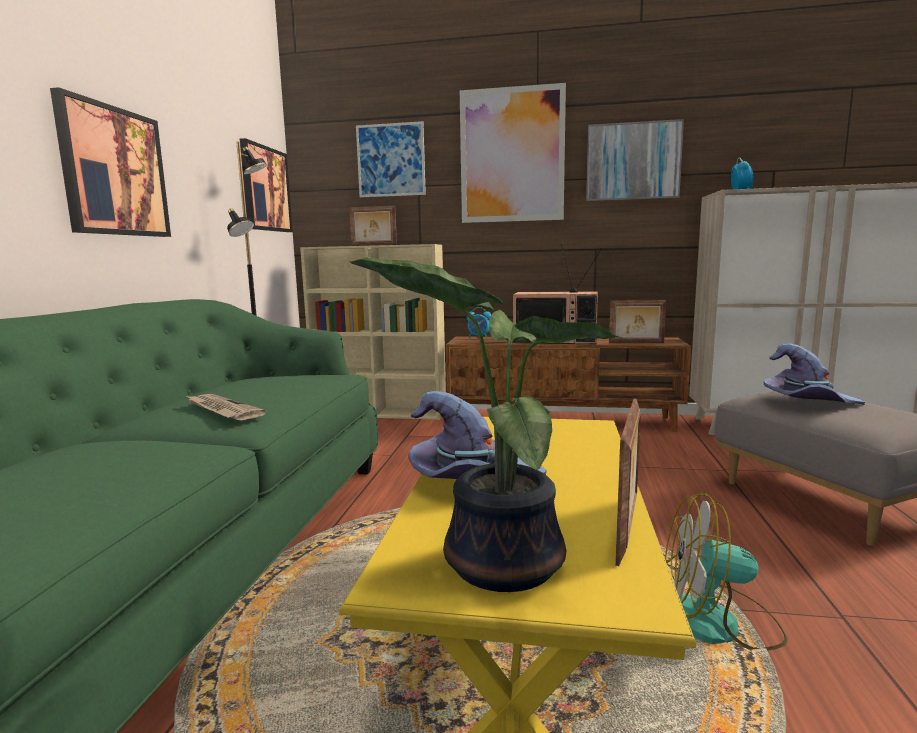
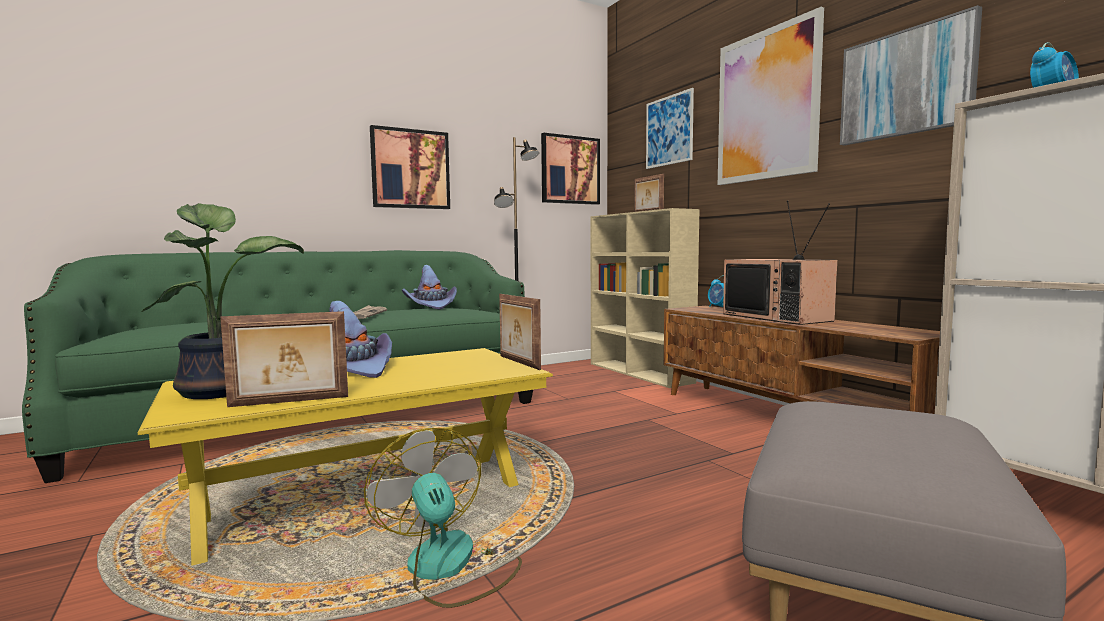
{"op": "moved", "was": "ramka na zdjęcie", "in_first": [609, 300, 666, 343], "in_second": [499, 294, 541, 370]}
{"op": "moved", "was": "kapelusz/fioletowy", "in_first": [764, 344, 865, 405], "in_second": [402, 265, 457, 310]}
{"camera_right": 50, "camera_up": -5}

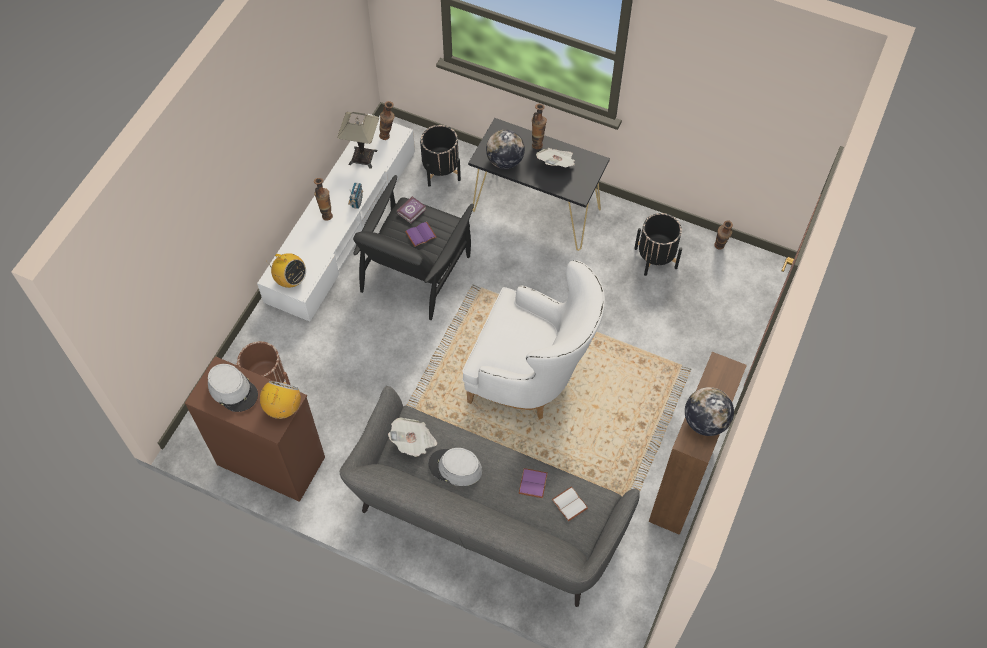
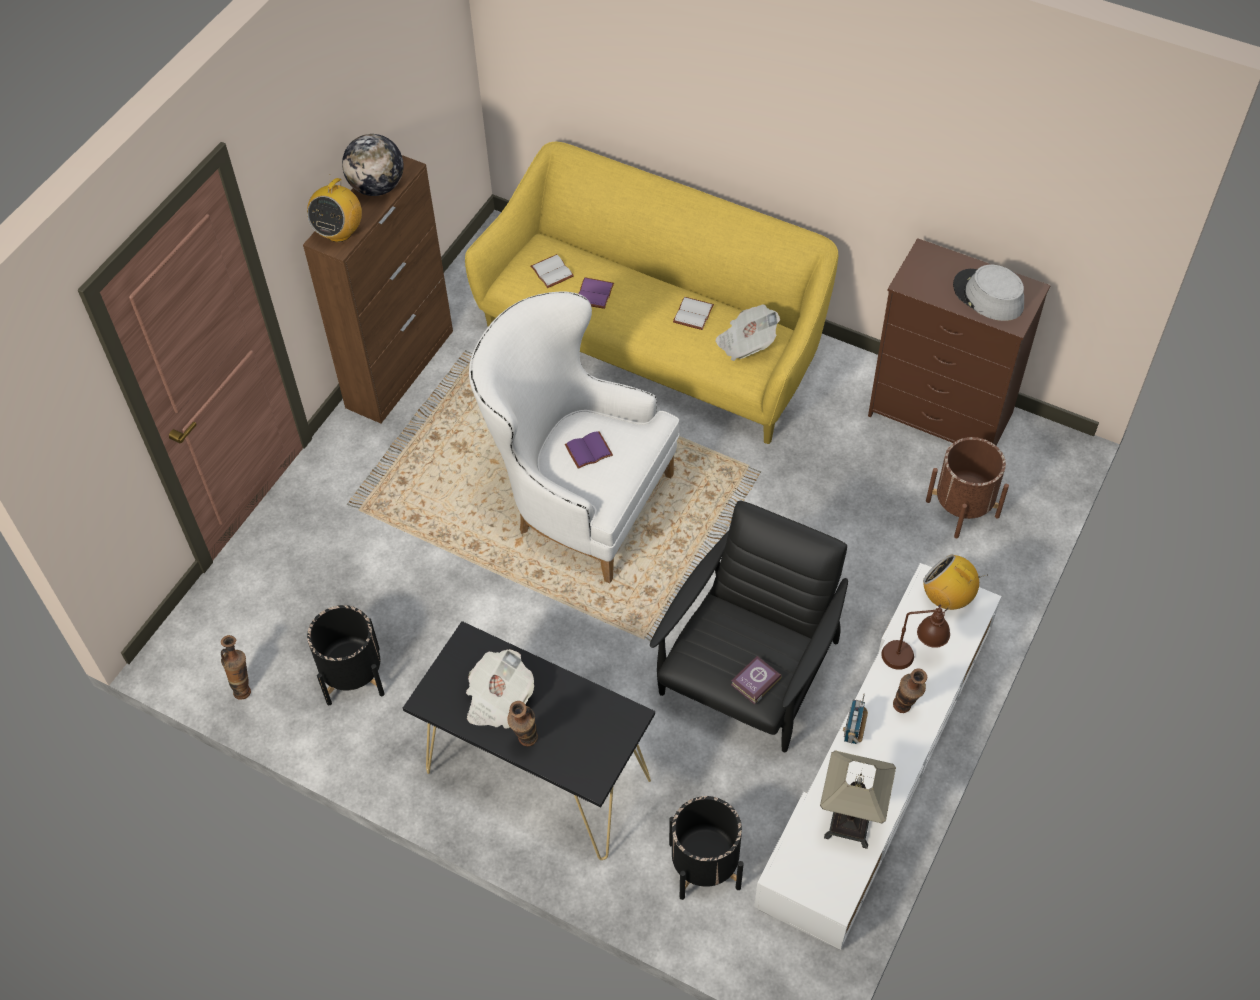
{"op": "removed", "was": "wazon", "in_first": [379, 101, 395, 140]}
{"op": "removed", "was": "globus", "in_first": [486, 130, 525, 169]}
{"op": "added", "now": "lampa stołowa/brązowy", "in_second": [881, 604, 950, 670]}
{"op": "moved", "was": "radio", "in_first": [260, 381, 301, 419], "in_second": [307, 176, 362, 242]}
{"op": "moved", "was": "książka/fioletowy", "in_first": [405, 222, 436, 247], "in_second": [565, 431, 613, 469]}
{"op": "replaced", "was": "kapelusz/szary", "now": "książka/biały", "in_first": [428, 448, 482, 486], "in_second": [673, 297, 714, 330]}
{"op": "recoloured", "was": "kanapa/szary", "now": "kanapa/żółty", "in_first": [340, 386, 640, 607], "in_second": [465, 142, 838, 444]}
{"camera_right": -175, "camera_up": -5}

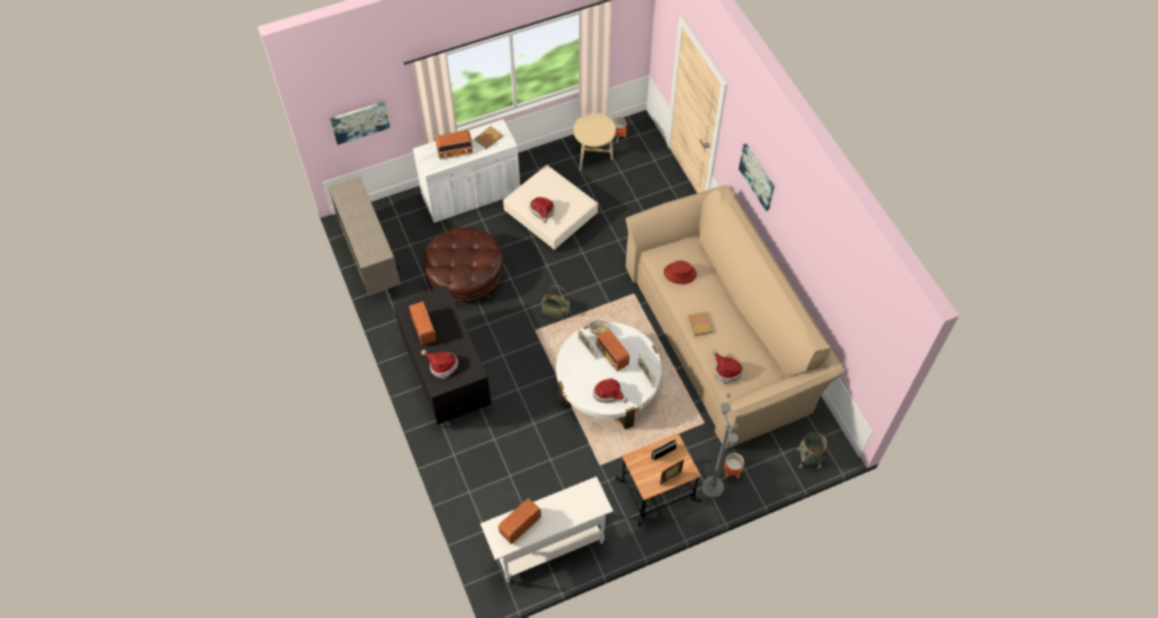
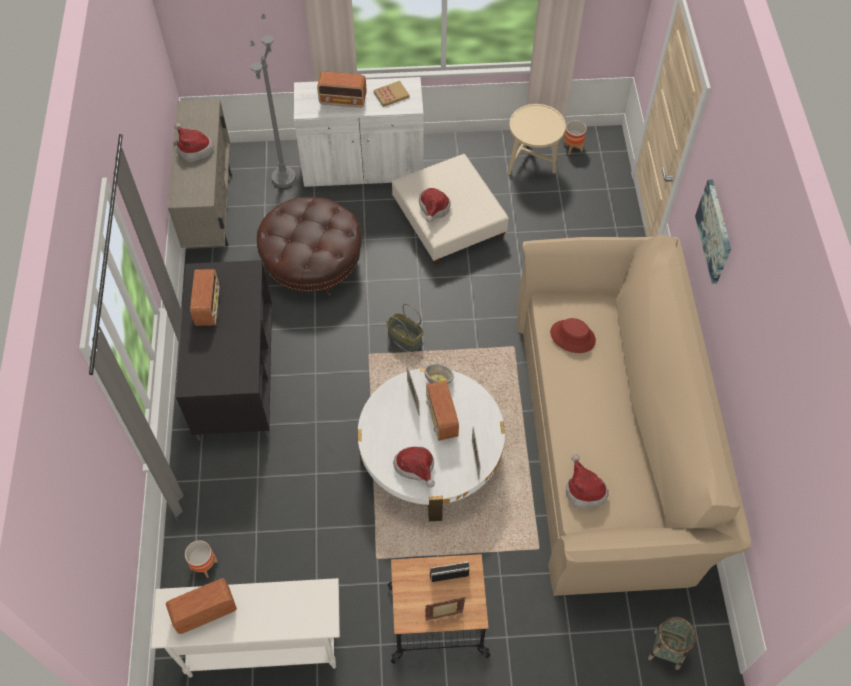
{"op": "removed", "was": "obraz", "in_first": [330, 101, 390, 145]}
{"op": "removed", "was": "książka", "in_first": [688, 312, 712, 336]}
{"op": "moved", "was": "kapelusz", "in_first": [421, 350, 458, 379], "in_second": [174, 123, 213, 163]}
{"op": "moved", "was": "lampa stojąca/szary", "in_first": [702, 393, 738, 498], "in_second": [250, 13, 296, 188]}
{"op": "moved", "was": "donica", "in_first": [724, 453, 744, 479], "in_second": [185, 540, 218, 578]}
{"camera_right": 20, "camera_up": 0}

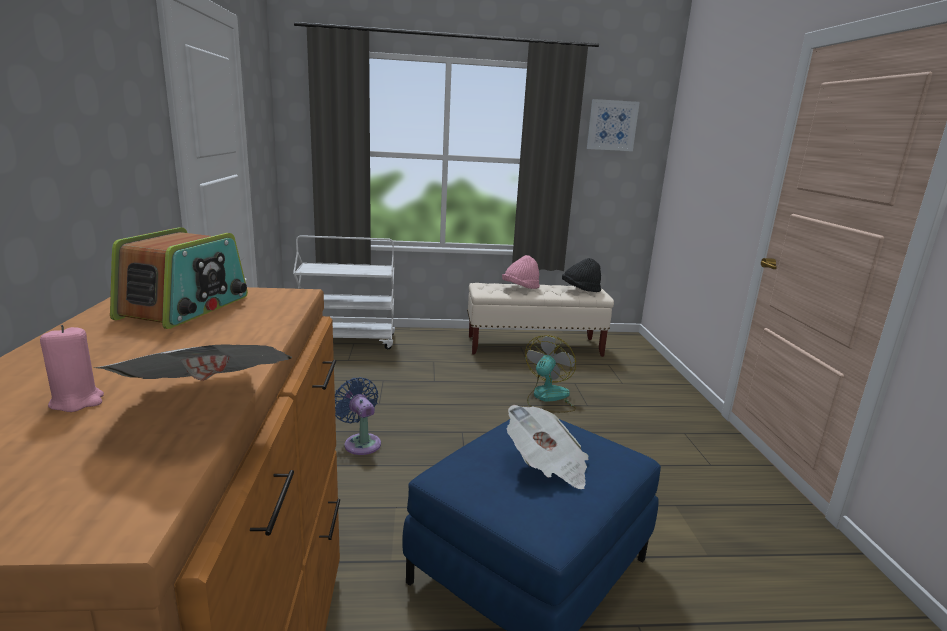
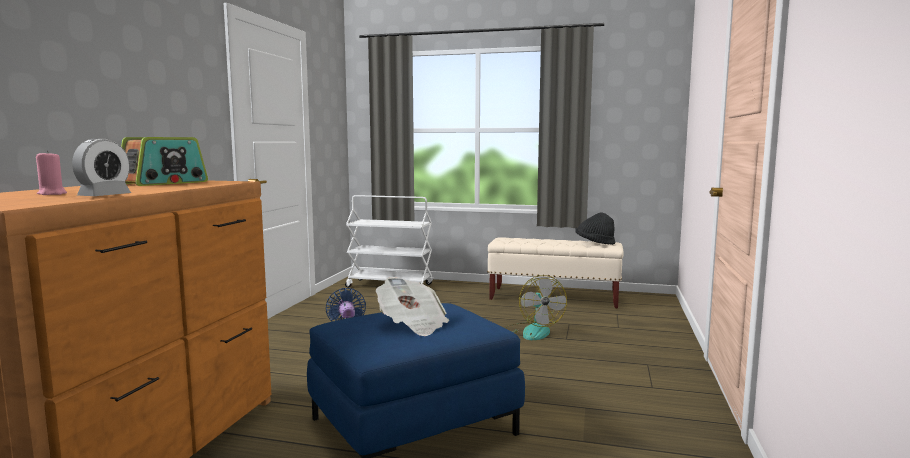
{"op": "removed", "was": "kapelusz/różowy", "in_first": [502, 255, 540, 289]}
{"op": "removed", "was": "obraz", "in_first": [587, 99, 640, 151]}
{"op": "replaced", "was": "gazeta", "now": "budzik", "in_first": [95, 344, 292, 381], "in_second": [72, 138, 131, 196]}
{"op": "turned", "was": "wentylator", "in_first": [525, 335, 576, 413], "in_second": [505, 275, 567, 340], "clockwise": 120}
{"camera_right": 20, "camera_up": -10}

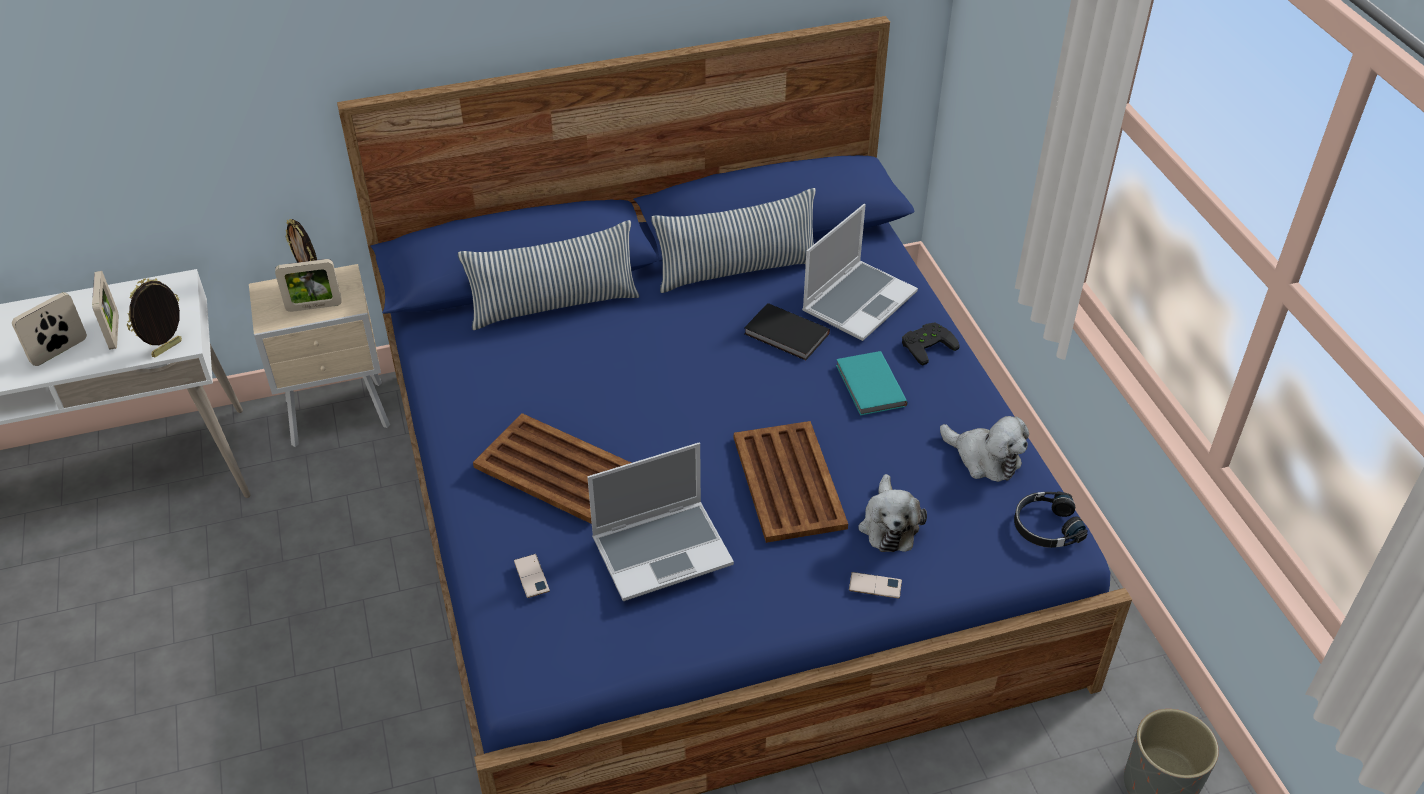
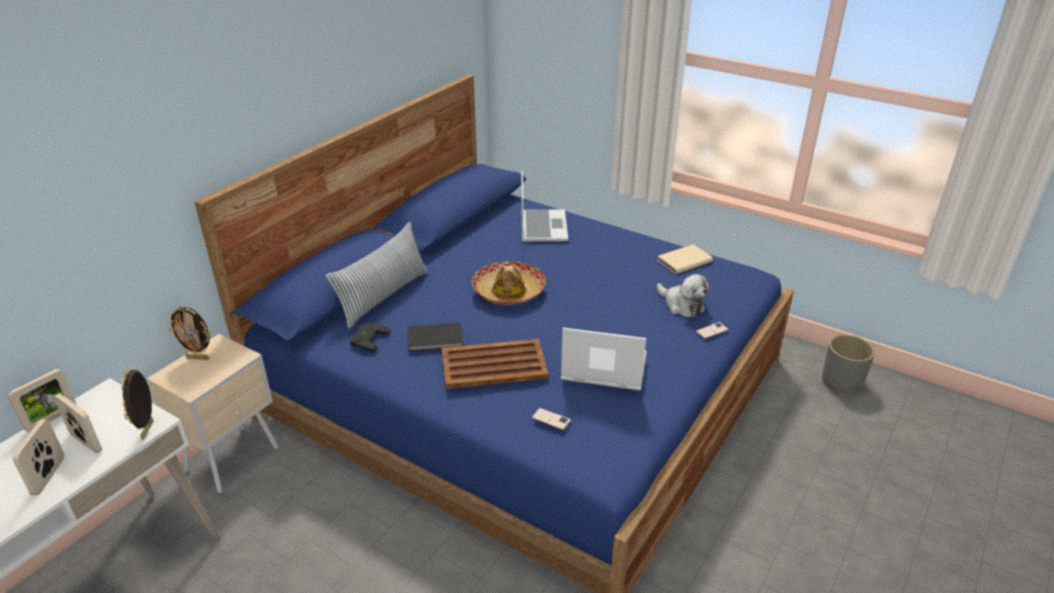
{"op": "removed", "was": "poduszka", "in_first": [651, 188, 816, 293]}
{"op": "removed", "was": "taca/brązowy", "in_first": [734, 421, 848, 543]}
{"op": "removed", "was": "książka/turkusowy", "in_first": [836, 351, 908, 416]}
{"op": "removed", "was": "słuchawki/czarny", "in_first": [1014, 491, 1088, 548]}
{"op": "added", "now": "kapelusz", "in_second": [471, 261, 546, 305]}
{"op": "moved", "was": "ramka na zdjęcie", "in_first": [275, 259, 342, 312], "in_second": [8, 369, 77, 433]}
{"op": "moved", "was": "książka/czarny", "in_first": [744, 303, 830, 360], "in_second": [408, 323, 463, 352]}
{"op": "moved", "was": "pad do gier/czarny", "in_first": [902, 322, 960, 365], "in_second": [350, 323, 390, 352]}
{"op": "replaced", "was": "pluszak", "now": "książka/beżowy", "in_first": [940, 416, 1029, 482], "in_second": [657, 244, 713, 274]}
{"op": "turned", "was": "laptop", "in_first": [587, 443, 734, 601], "in_second": [561, 328, 647, 390], "clockwise": -105}
{"camera_right": -40, "camera_up": -10}

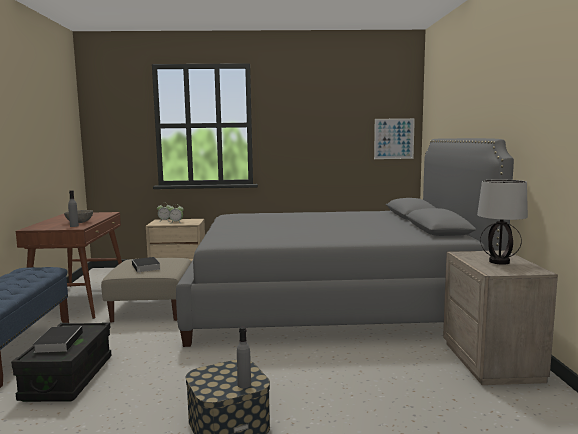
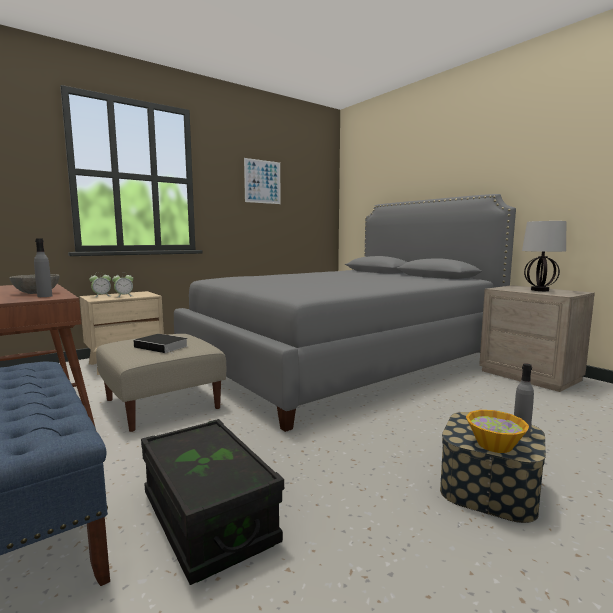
{"op": "removed", "was": "książka", "in_first": [33, 326, 83, 353]}
{"op": "added", "now": "miska", "in_second": [466, 410, 529, 453]}
{"op": "moved", "was": "obraz", "in_first": [374, 118, 415, 159], "in_second": [244, 158, 281, 204]}
{"camera_right": -35, "camera_up": 0}

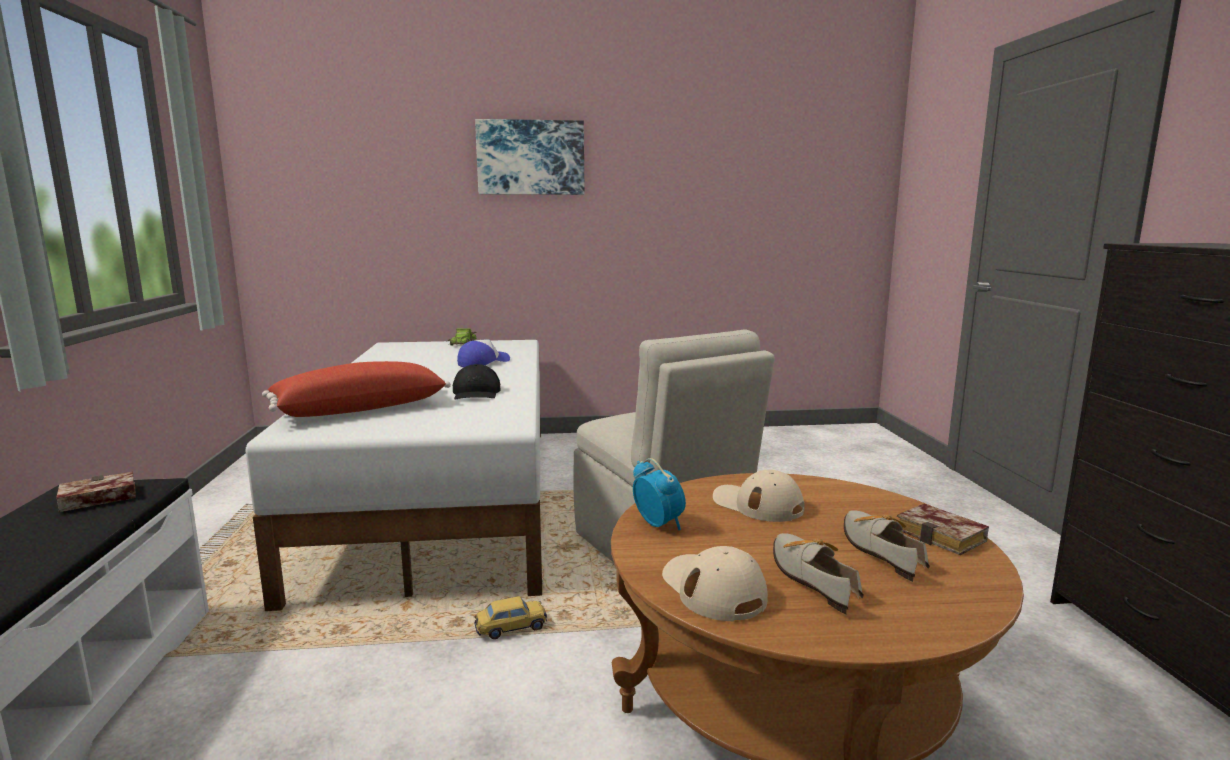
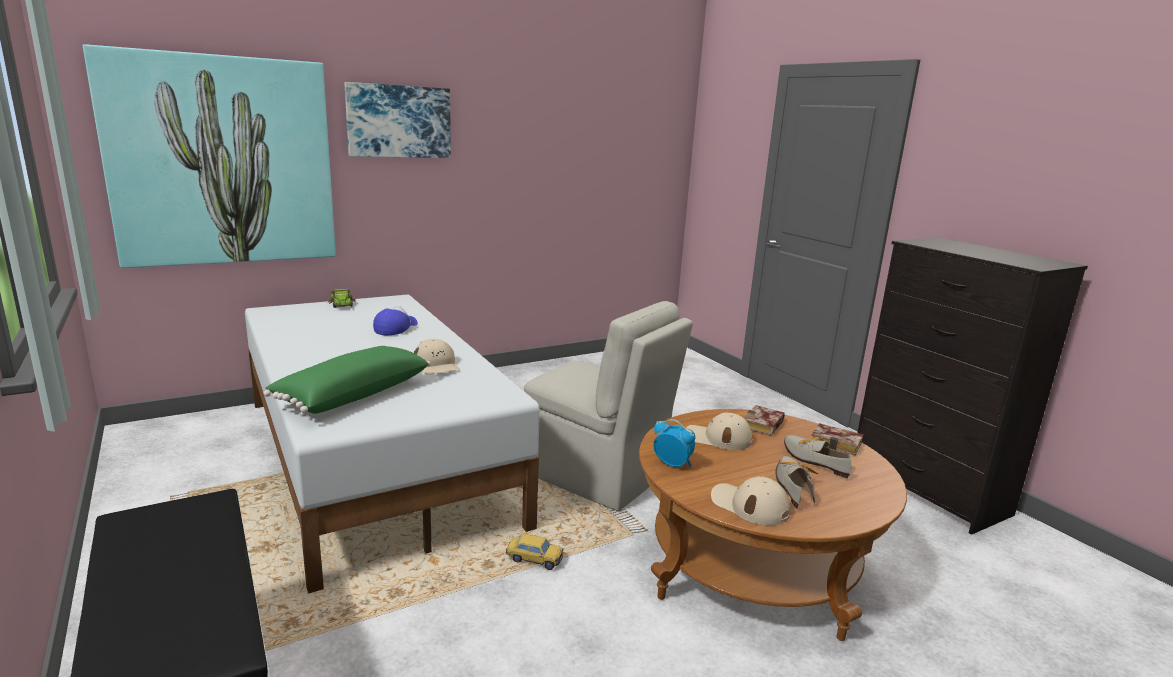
{"op": "added", "now": "obraz", "in_second": [83, 44, 336, 268]}
{"op": "moved", "was": "książka", "in_first": [56, 471, 136, 512], "in_second": [744, 405, 785, 436]}
{"op": "recoloured", "was": "poduszka/czerwony", "now": "poduszka/zielony", "in_first": [262, 361, 451, 417], "in_second": [263, 346, 431, 414]}
{"op": "recoloured", "was": "czapka z daszkiem/czarny", "now": "czapka z daszkiem/beżowy", "in_first": [453, 364, 500, 400], "in_second": [414, 339, 460, 375]}
{"op": "turned", "was": "samochodzik", "in_first": [475, 596, 547, 639], "in_second": [506, 534, 563, 570], "clockwise": 60}
{"op": "turned", "was": "but", "in_first": [773, 533, 864, 615], "in_second": [776, 456, 818, 508], "clockwise": 45}
{"camera_right": -25, "camera_up": 5}

